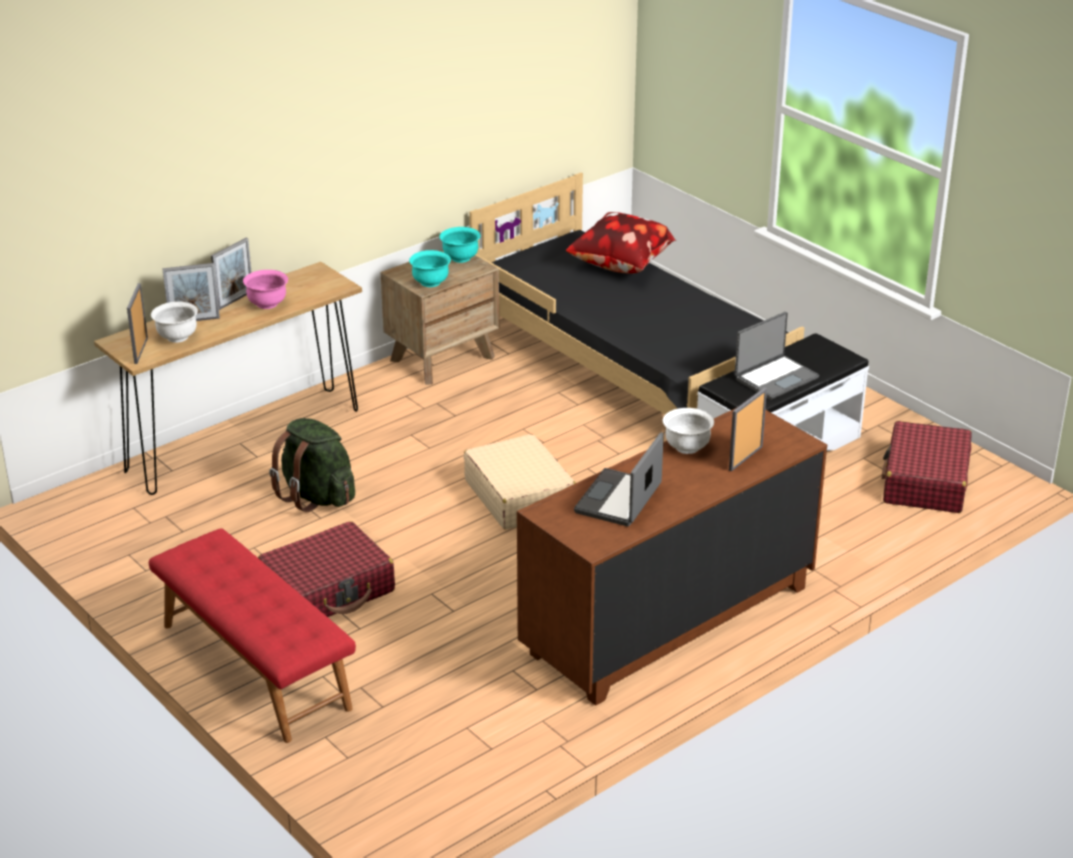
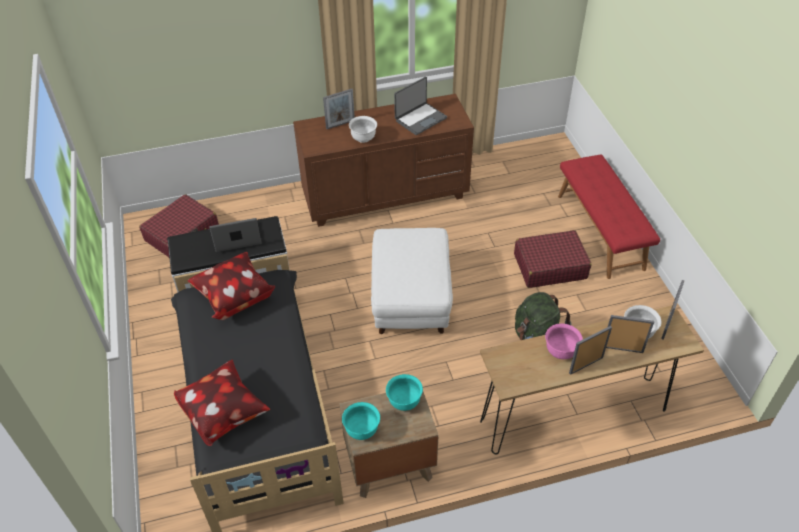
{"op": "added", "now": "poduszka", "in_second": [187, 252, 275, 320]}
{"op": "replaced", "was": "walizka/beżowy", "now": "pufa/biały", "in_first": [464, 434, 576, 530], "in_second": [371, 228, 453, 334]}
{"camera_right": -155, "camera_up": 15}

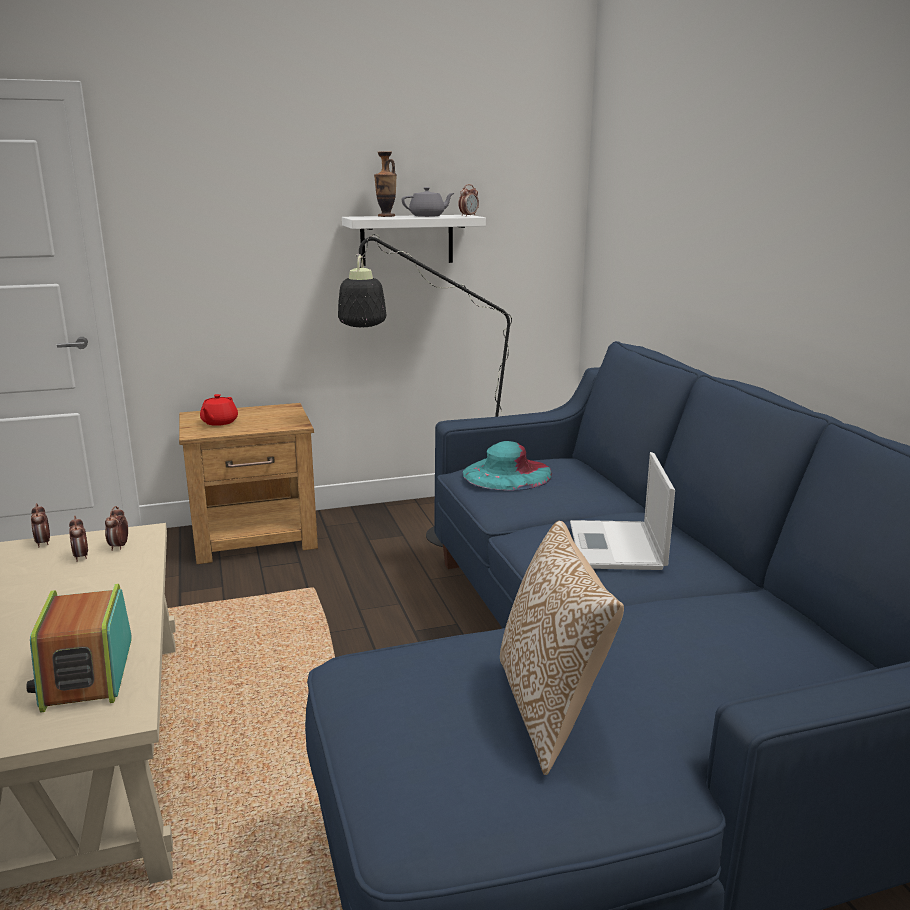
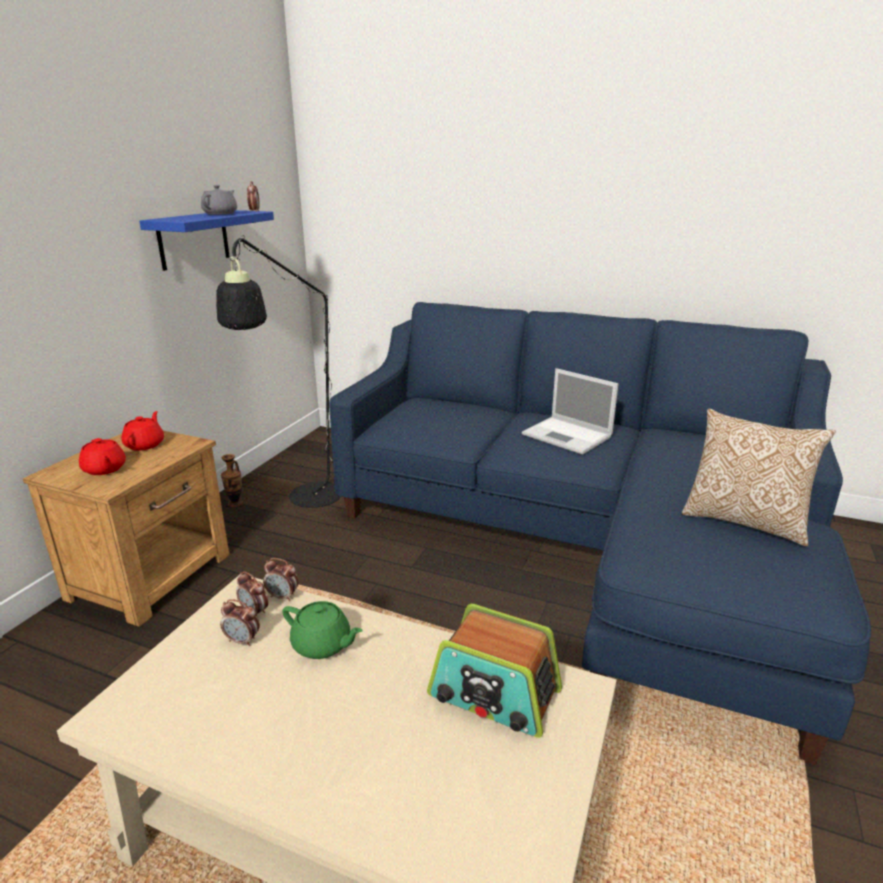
{"op": "removed", "was": "kapelusz/turkusowy", "in_first": [462, 441, 552, 491]}
{"op": "added", "now": "imbryk/czerwony", "in_second": [121, 411, 164, 451]}
{"op": "added", "now": "imbryk/zielony", "in_second": [283, 601, 363, 659]}
{"op": "moved", "was": "budzik", "in_first": [31, 503, 50, 548], "in_second": [263, 558, 299, 601]}
{"op": "moved", "was": "wazon", "in_first": [374, 151, 397, 217], "in_second": [221, 454, 243, 507]}
{"op": "recoloured", "was": "półka/biały", "now": "półka/niebieski", "in_first": [342, 215, 486, 266], "in_second": [139, 210, 274, 271]}
{"camera_right": -50, "camera_up": 5}

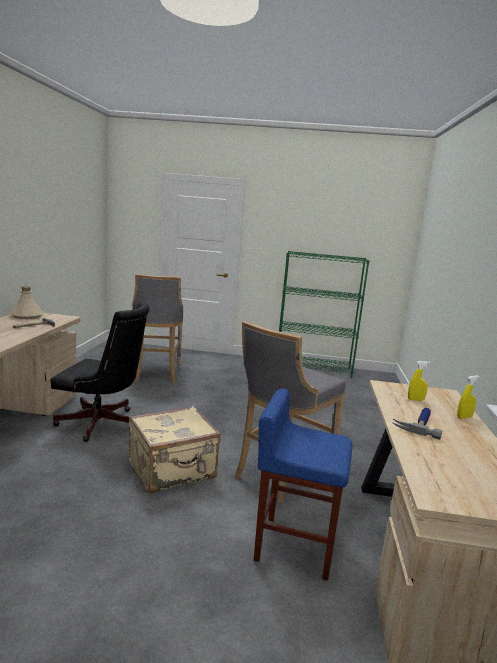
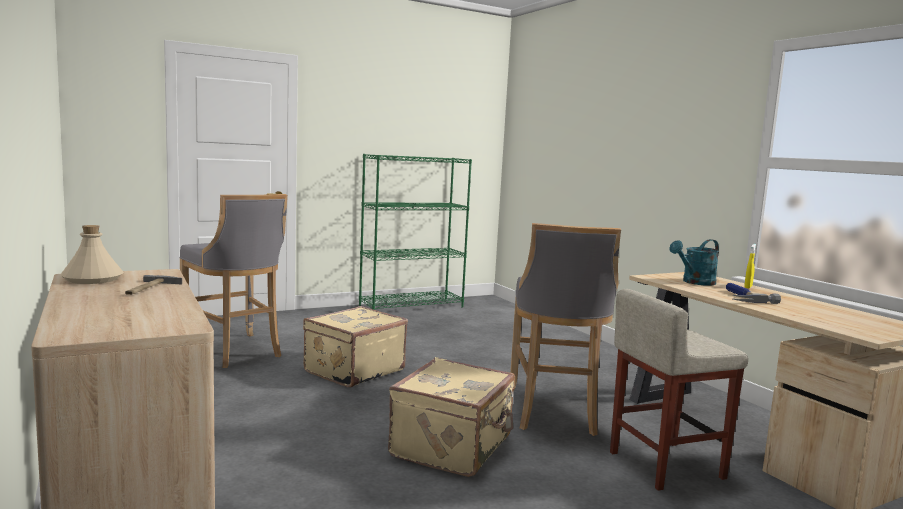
{"op": "removed", "was": "krzesło biurowe/czarny", "in_first": [51, 301, 150, 442]}
{"op": "added", "now": "walizka/beżowy", "in_second": [303, 306, 408, 388]}
{"op": "replaced", "was": "spryskiwacz/żółty", "now": "konewka/turkusowy", "in_first": [408, 361, 430, 401], "in_second": [669, 239, 719, 286]}
{"op": "recoloured", "was": "stołek/niebieski", "now": "stołek/beżowy", "in_first": [254, 388, 353, 581], "in_second": [610, 289, 748, 491]}
{"camera_right": -35, "camera_up": -5}

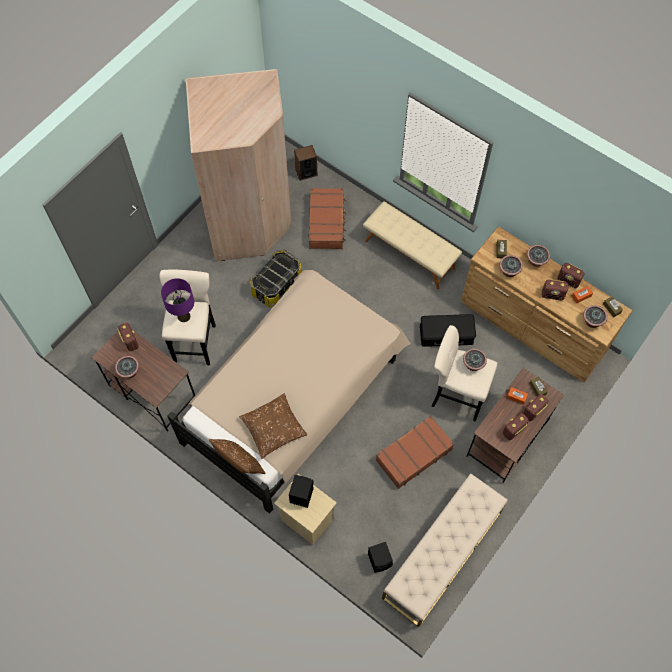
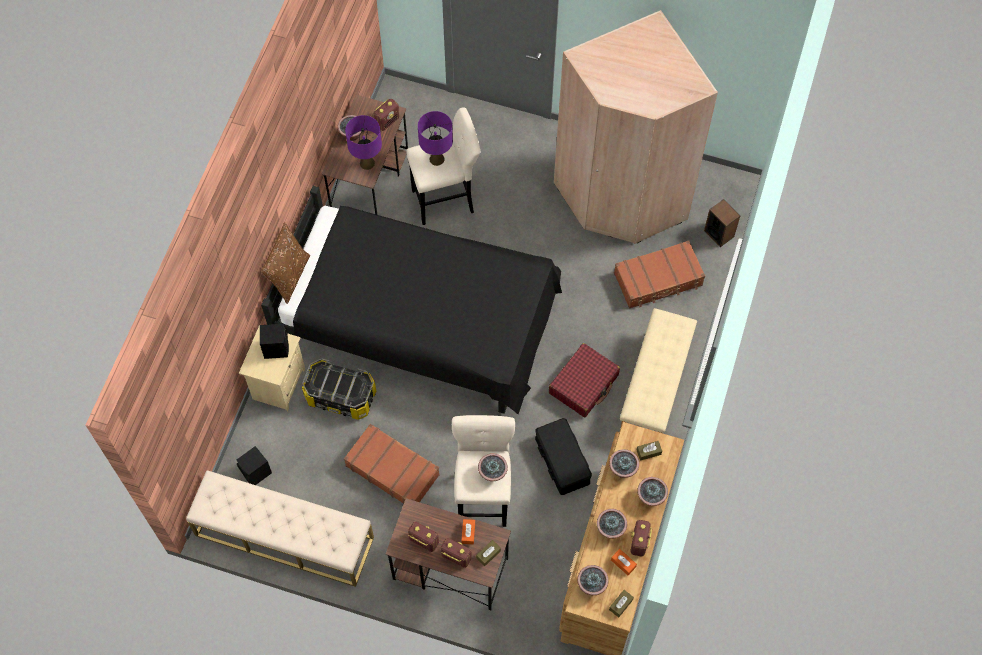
{"op": "removed", "was": "poduszka/brązowy", "in_first": [239, 393, 308, 459]}
{"op": "added", "now": "lampa stołowa/fioletowy", "in_second": [345, 115, 382, 170]}
{"op": "added", "now": "walizka/czerwony", "in_second": [549, 343, 620, 417]}
{"op": "moved", "was": "pojemnik do przechowywania", "in_first": [250, 250, 302, 307], "in_second": [302, 359, 376, 420]}
{"op": "replaced", "was": "radio", "now": "roślina doniczkowa", "in_first": [542, 279, 568, 301], "in_second": [597, 509, 627, 539]}
{"op": "recoloured", "was": "łóżko/beżowy", "now": "łóżko/czarny", "in_first": [167, 270, 410, 513], "in_second": [261, 186, 562, 414]}
{"camera_right": 70, "camera_up": 0}

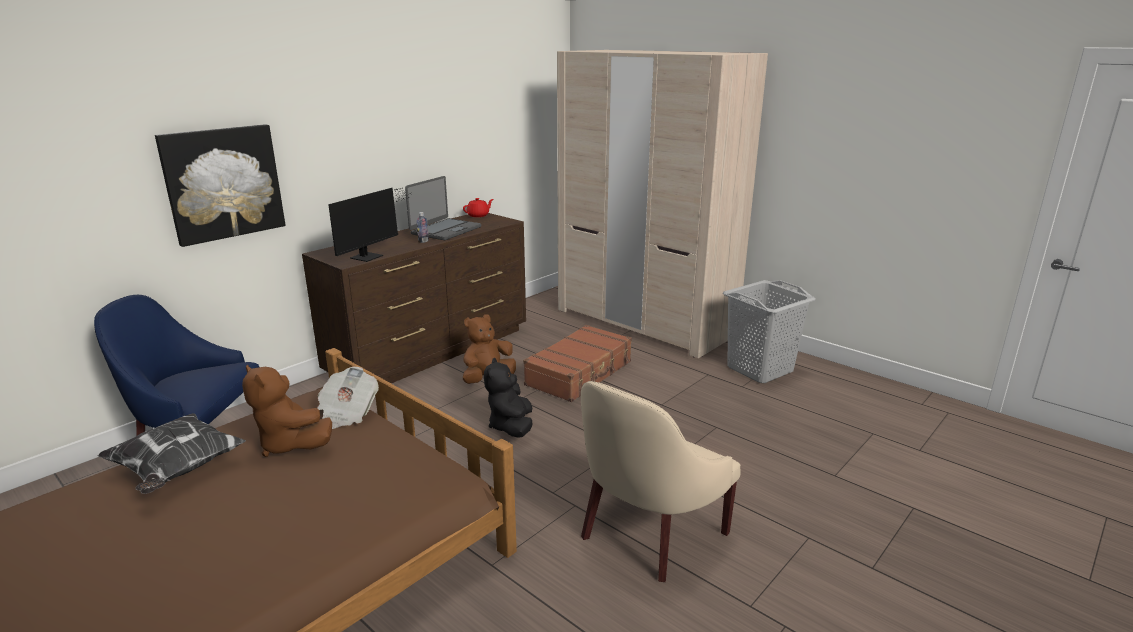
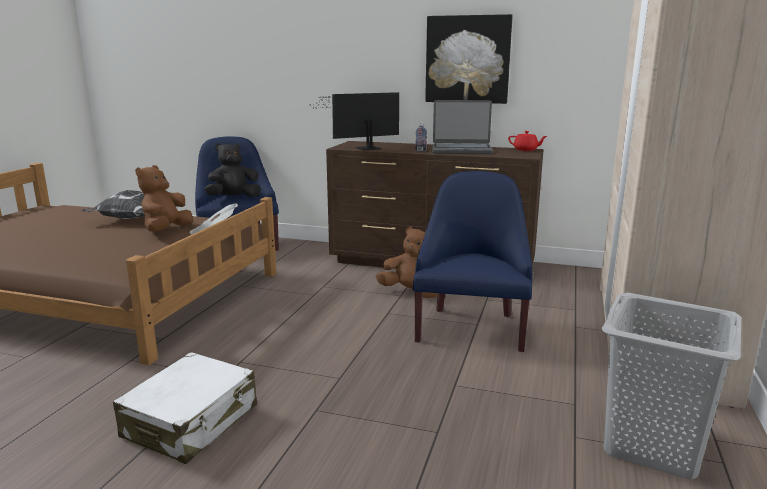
{"op": "moved", "was": "obraz", "in_first": [155, 124, 285, 247], "in_second": [425, 14, 513, 104]}
{"op": "moved", "was": "pluszak/czarny", "in_first": [484, 358, 533, 438], "in_second": [204, 143, 261, 197]}
{"op": "replaced", "was": "walizka/brązowy", "now": "fotel/niebieski", "in_first": [523, 325, 632, 402], "in_second": [413, 171, 532, 352]}
{"op": "replaced", "was": "fotel/beżowy", "now": "walizka/biały", "in_first": [581, 381, 740, 582], "in_second": [113, 352, 257, 464]}
{"op": "turned", "was": "monitor", "in_first": [328, 187, 411, 262], "in_second": [314, 92, 399, 150], "clockwise": 150}
{"camera_right": 65, "camera_up": -5}

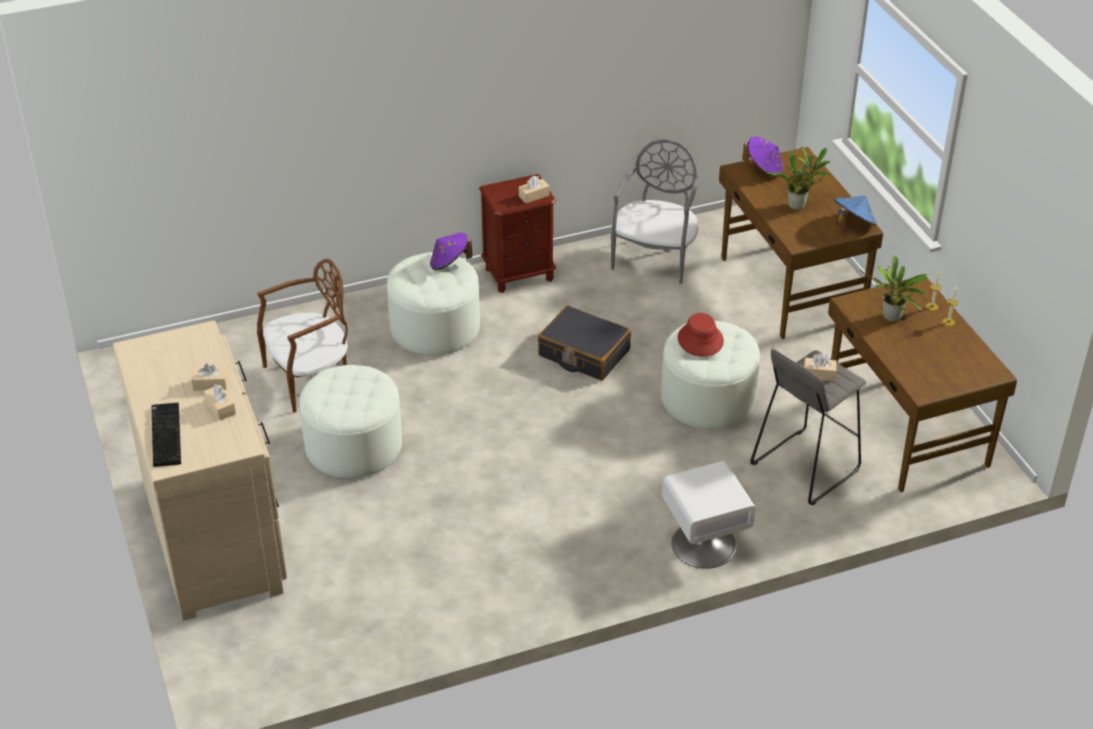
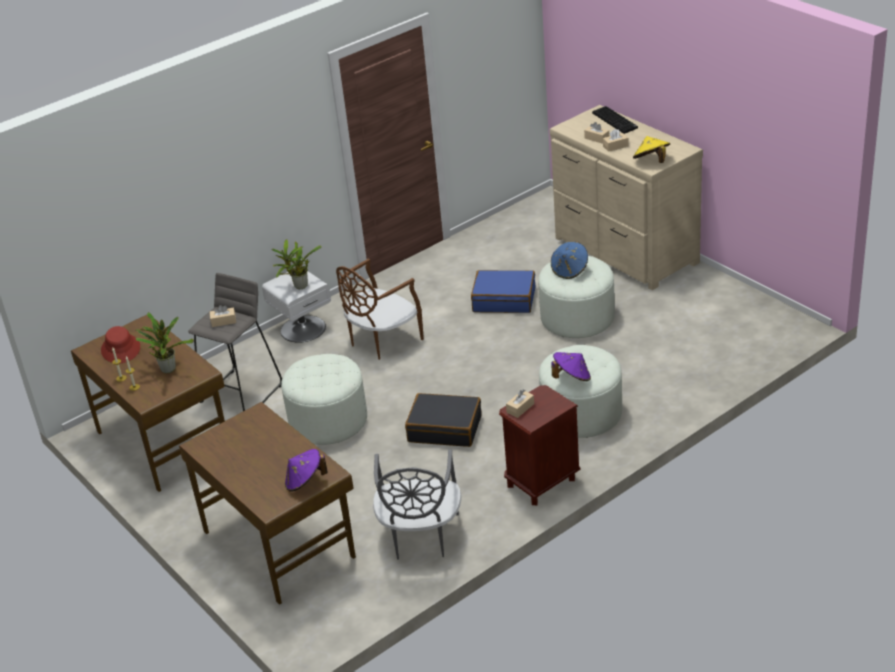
{"op": "added", "now": "walizka/niebieski", "in_second": [471, 270, 535, 313]}
{"op": "added", "now": "kapelusz/żółty", "in_second": [633, 136, 670, 163]}
{"op": "moved", "was": "krzesło/brązowy", "in_first": [257, 259, 348, 413], "in_second": [336, 258, 424, 360]}
{"op": "moved", "was": "kapelusz/czerwony", "in_first": [678, 313, 724, 357], "in_second": [101, 326, 140, 363]}
{"op": "moved", "was": "roślina doniczkowa", "in_first": [767, 147, 831, 210], "in_second": [272, 239, 322, 289]}
{"op": "moved", "was": "kapelusz/niebieski", "in_first": [834, 196, 877, 227], "in_second": [551, 241, 588, 279]}
{"camera_right": 165, "camera_up": -5}

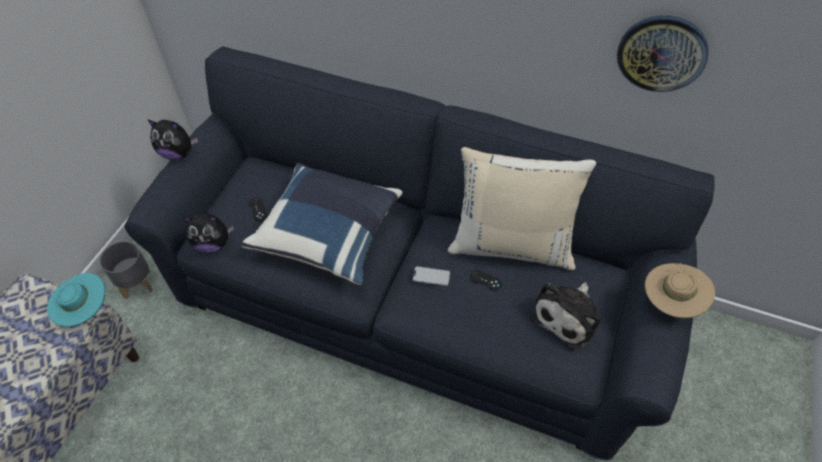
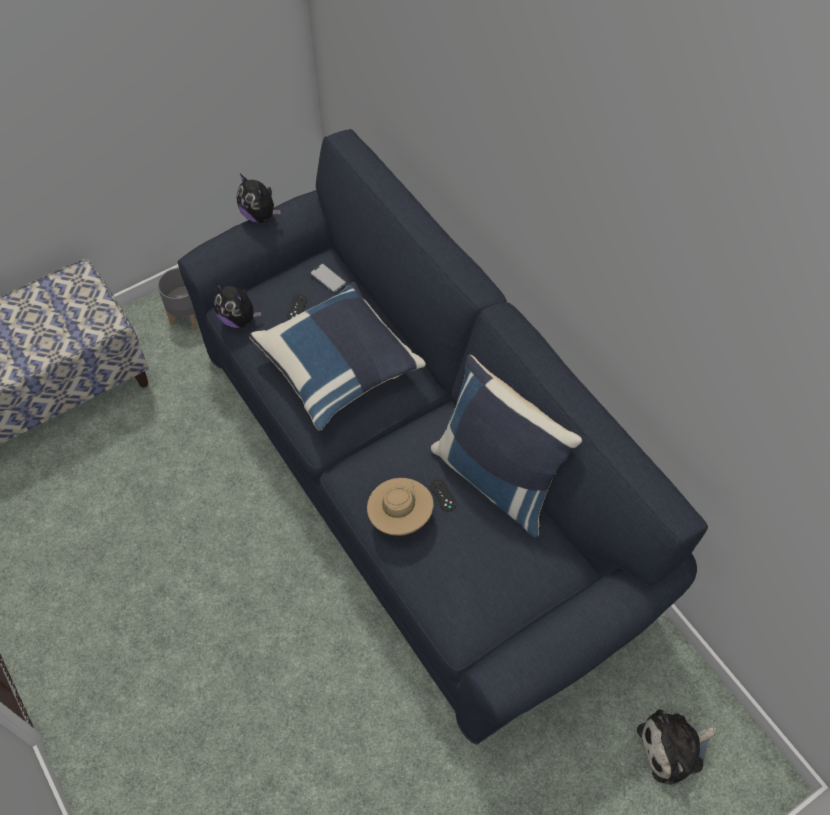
{"op": "removed", "was": "kapelusz/turkusowy", "in_first": [47, 273, 106, 327]}
{"op": "removed", "was": "zegar ścienny", "in_first": [617, 15, 708, 92]}
{"op": "moved", "was": "telefon", "in_first": [413, 266, 451, 286], "in_second": [311, 264, 346, 292]}
{"op": "moved", "was": "pluszak", "in_first": [530, 282, 601, 349], "in_second": [637, 709, 716, 785]}
{"op": "moved", "was": "kapelusz/beżowy", "in_first": [645, 263, 715, 318], "in_second": [367, 478, 434, 536]}
{"op": "recoloured", "was": "poduszka/beżowy", "now": "poduszka/niebieski", "in_first": [448, 147, 596, 270], "in_second": [431, 355, 582, 538]}
{"camera_right": 35, "camera_up": 5}

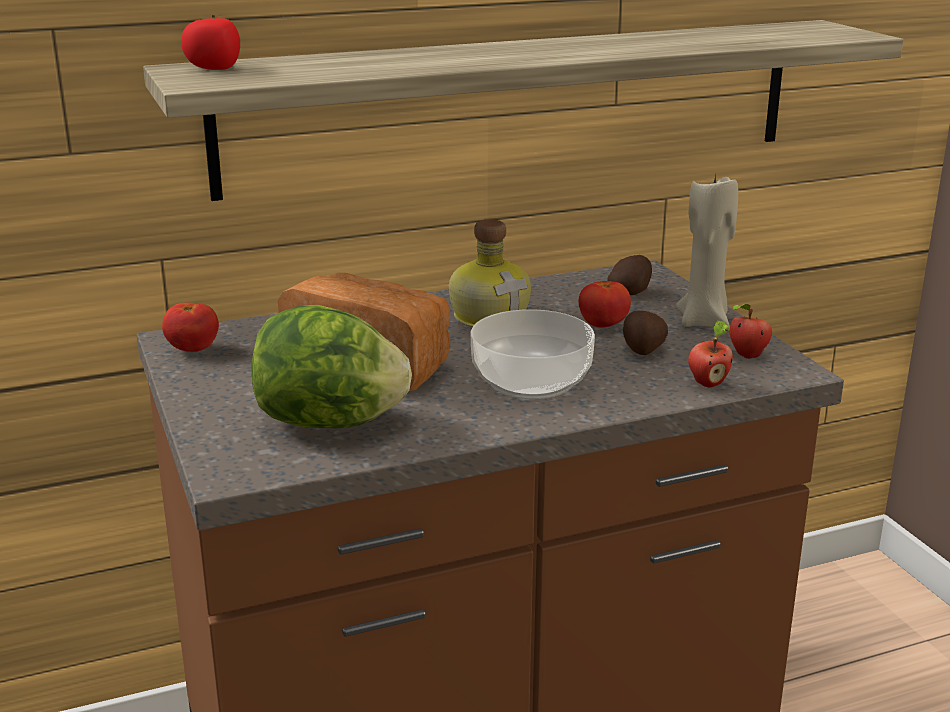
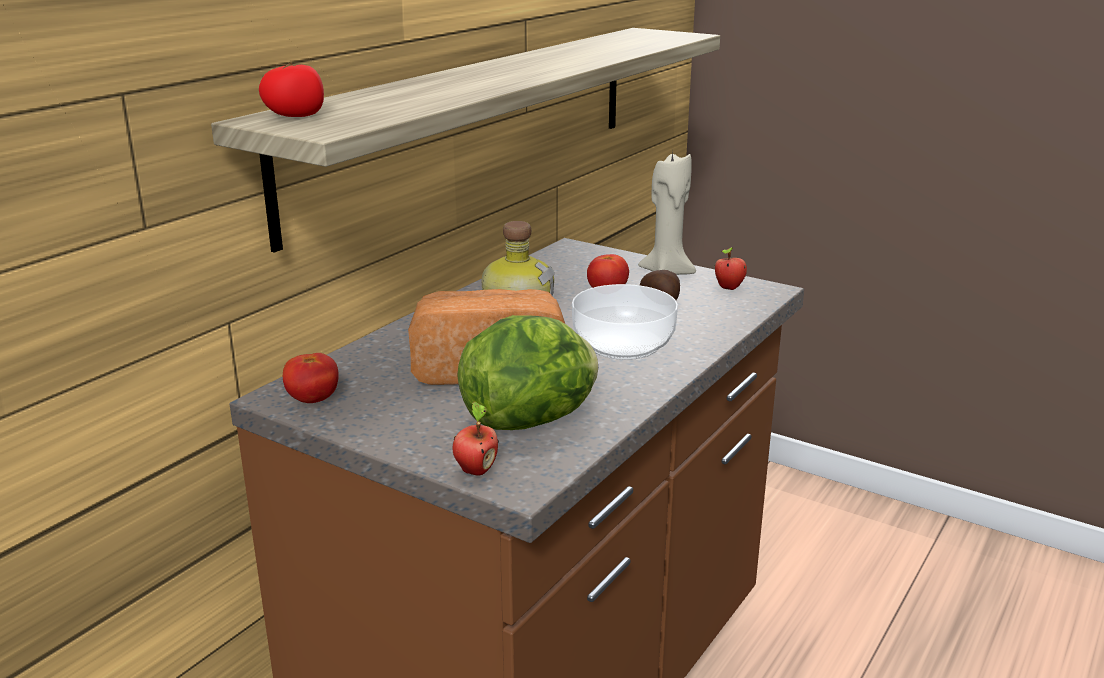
{"op": "removed", "was": "ziemniak", "in_first": [607, 255, 652, 295]}
{"op": "moved", "was": "jabłko", "in_first": [688, 321, 733, 387], "in_second": [453, 402, 499, 476]}
{"camera_right": -35, "camera_up": 0}

